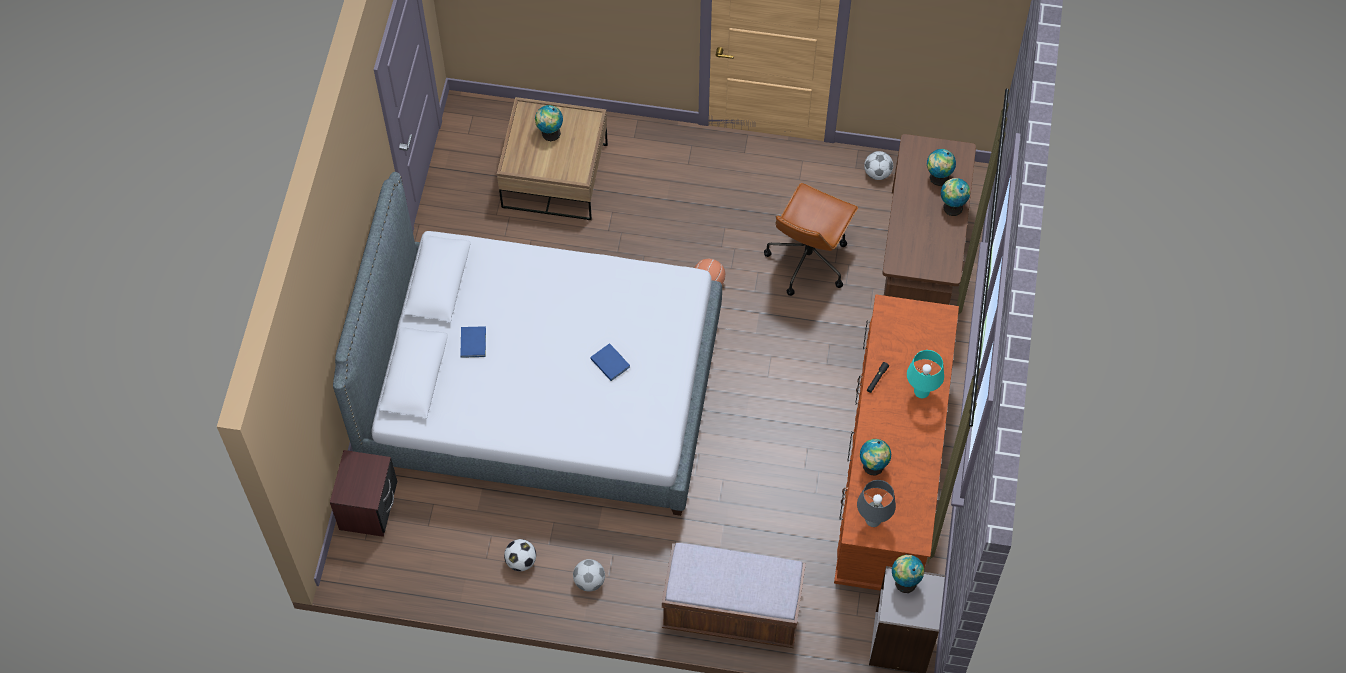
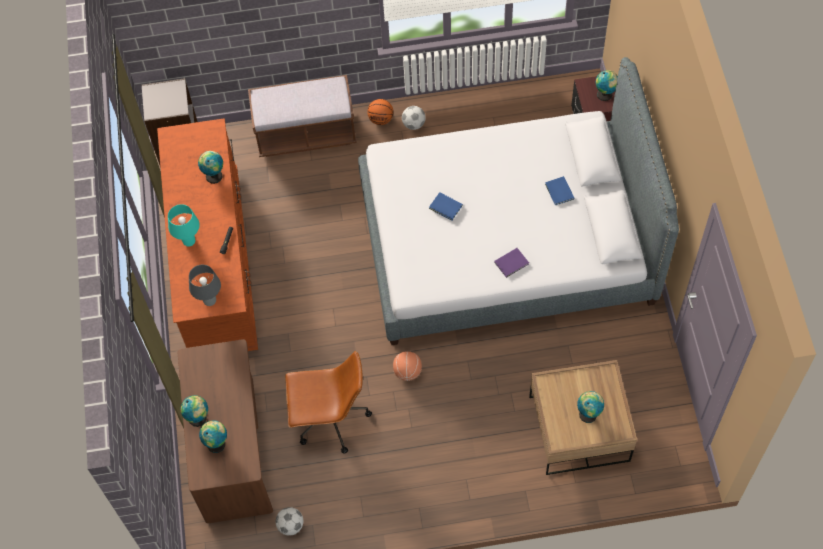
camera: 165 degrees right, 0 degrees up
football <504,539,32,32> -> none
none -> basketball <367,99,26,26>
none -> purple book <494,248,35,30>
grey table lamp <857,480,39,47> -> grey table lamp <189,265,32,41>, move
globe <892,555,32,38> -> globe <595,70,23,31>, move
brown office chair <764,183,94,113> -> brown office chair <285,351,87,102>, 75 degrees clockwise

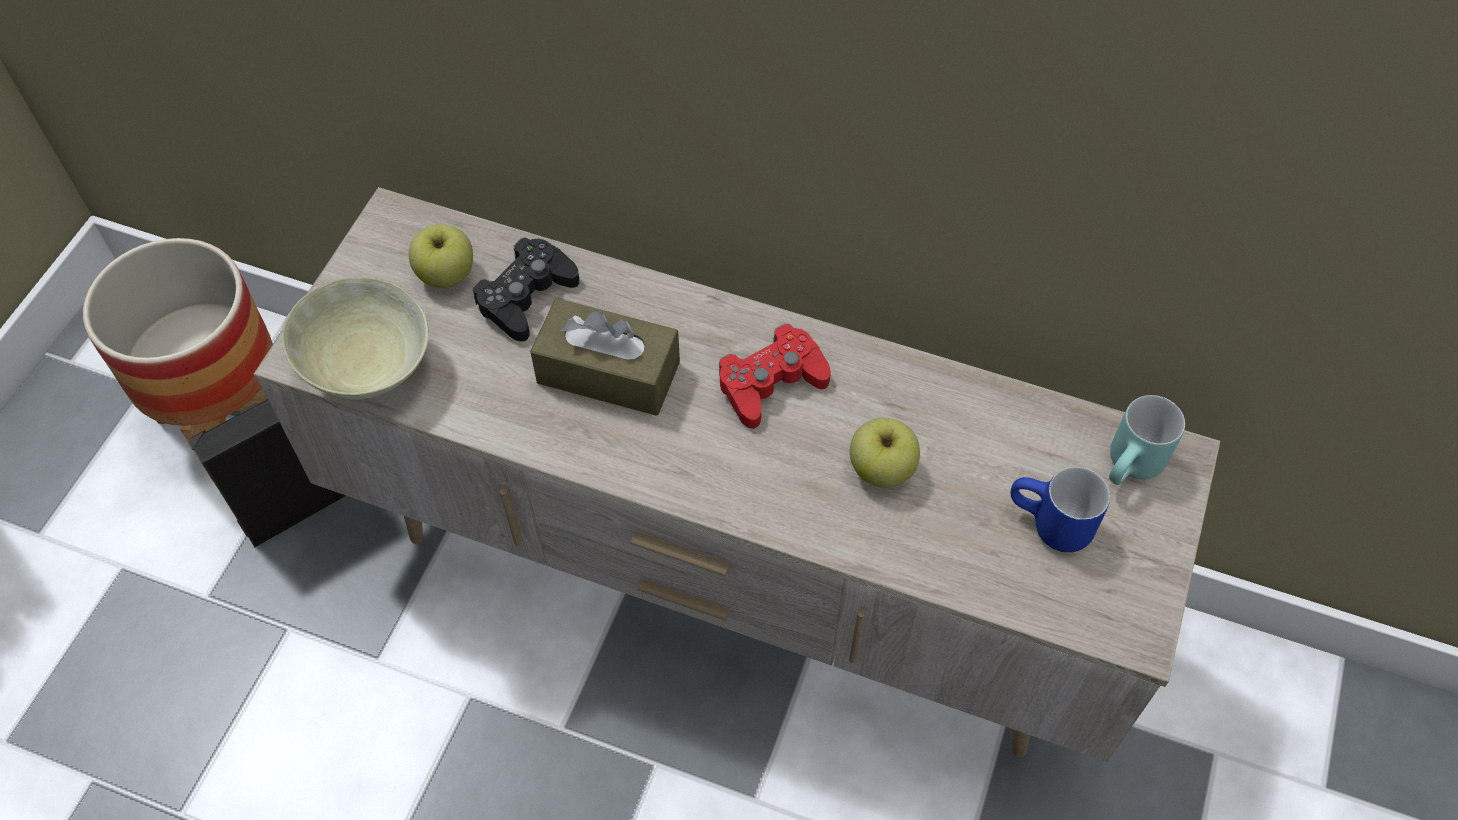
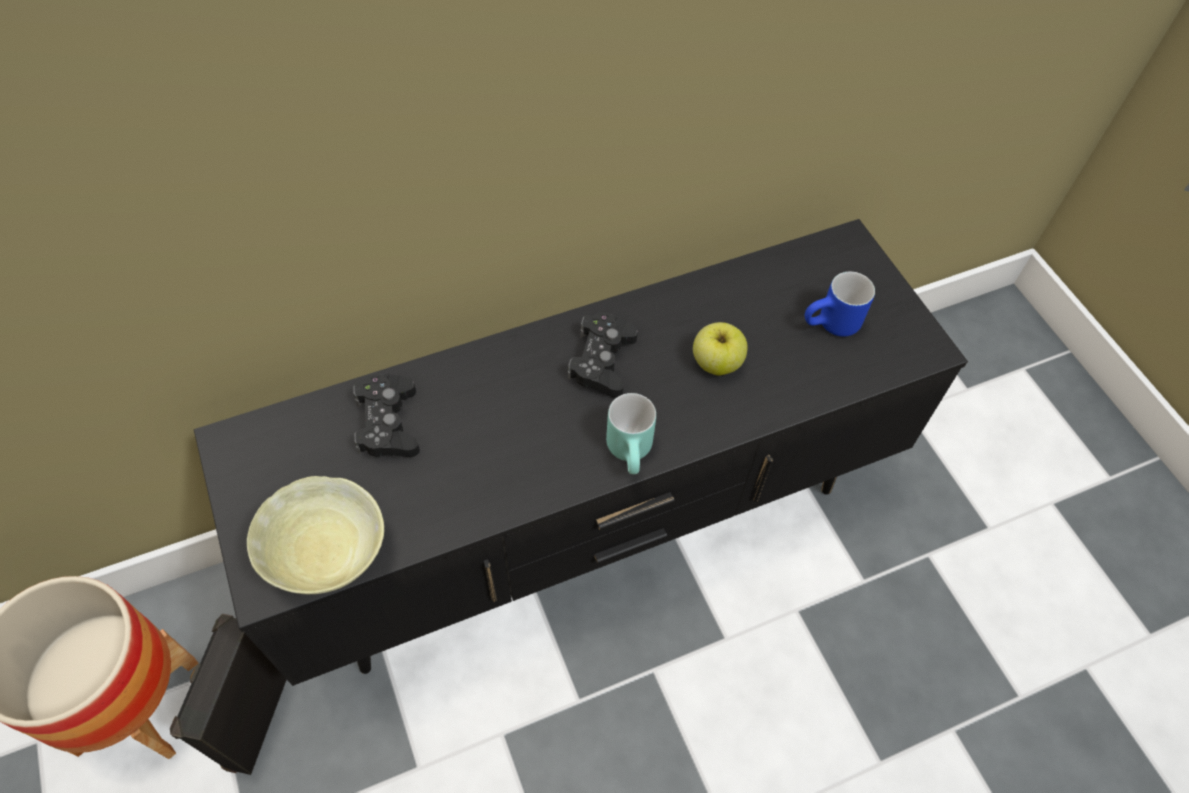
camera: 45 degrees left, 0 degrees up
apple <409,224,64,64> -> none
brown tissue box <530,298,150,118> -> none
turquoise mug <1109,395,76,90> -> turquoise mug <606,393,50,81>, move
beige tv stand <254,187,966,575> -> black tv stand <194,219,774,467>
red game controller <719,324,112,105> -> black game controller <568,312,70,86>

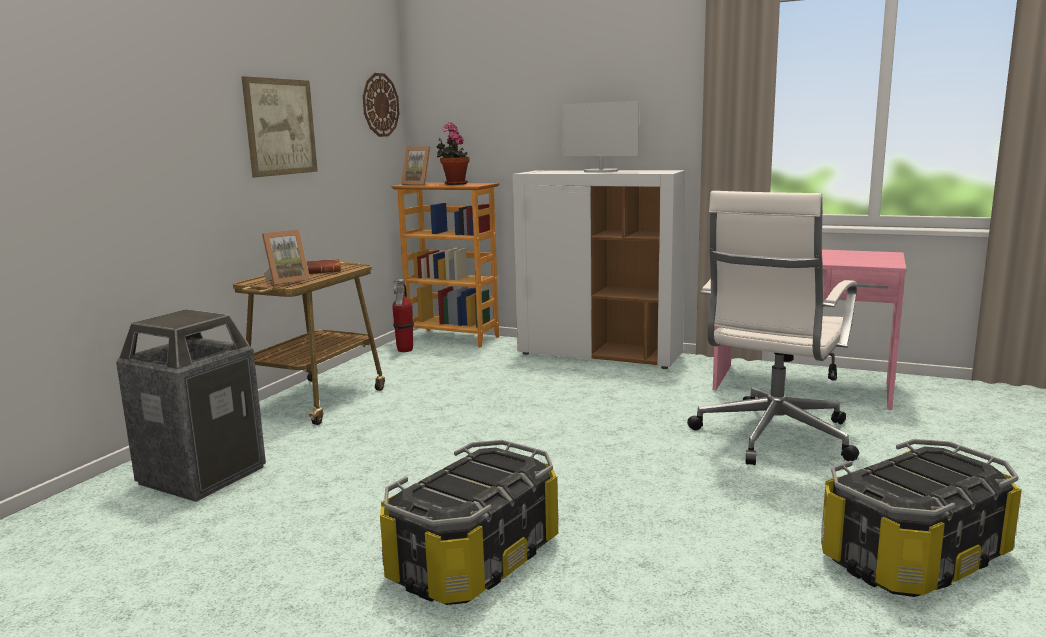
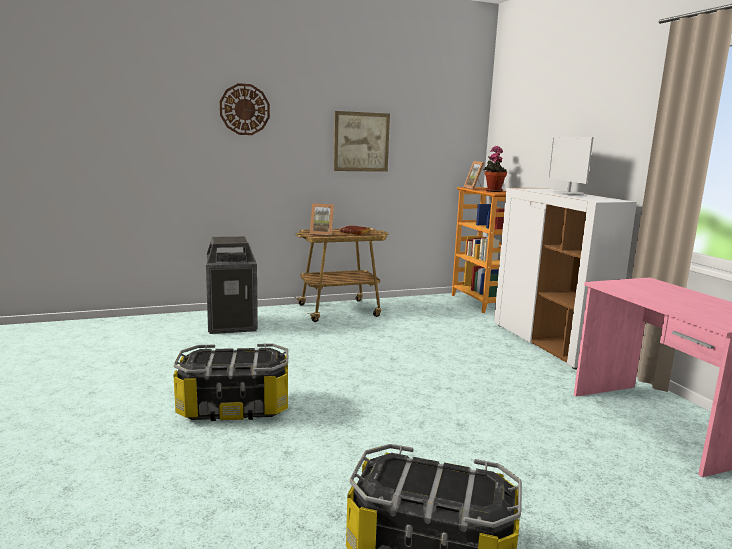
camera: 45 degrees right, 0 degrees up
fire extinguisher <392,279,22,73> -> none
white office chair <687,191,172,274> -> none
wall clock <363,73,36,64> -> wall clock <220,83,50,52>, move

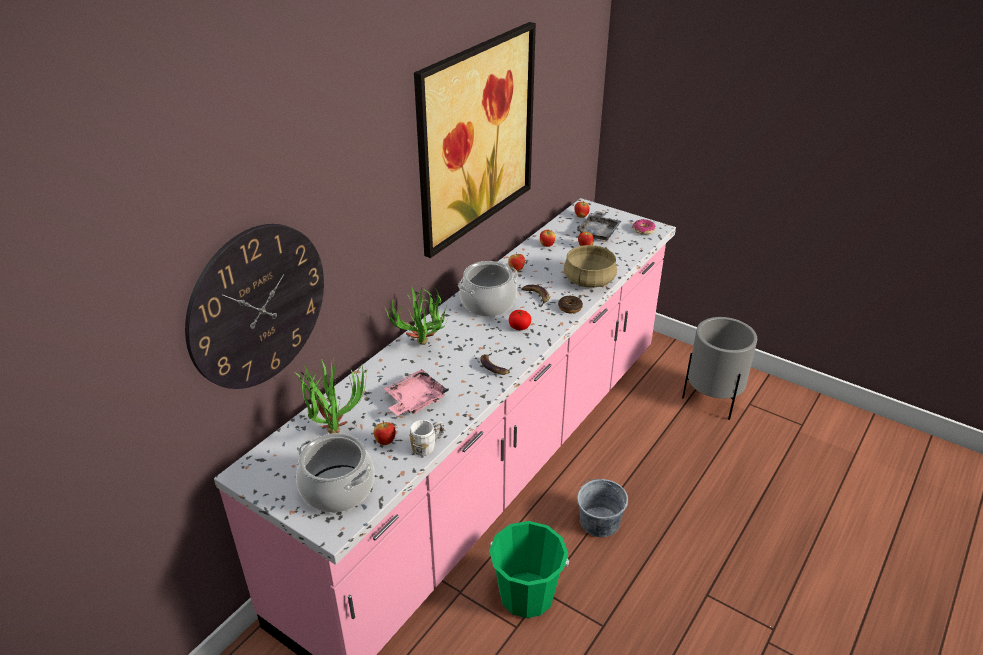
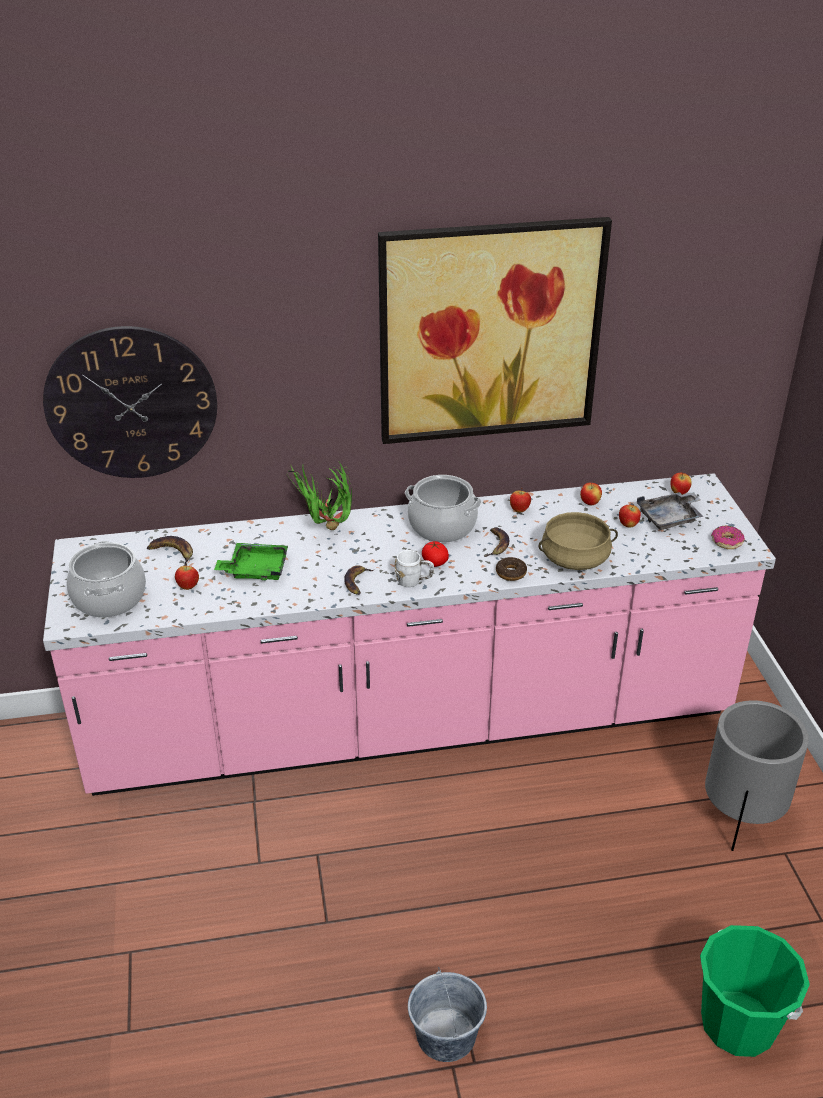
camera: 45 degrees right, 0 degrees up
white mug <410,420,34,36> -> white mug <395,550,39,37>, move
green bucket <489,521,80,97> -> green bucket <700,925,110,132>, move
grey bucket <577,479,51,58> -> grey bucket <408,967,79,95>, move
potted plant <296,358,71,76> -> banana <147,536,46,30>
pink tray <383,369,66,47> -> green tray <214,543,74,37>

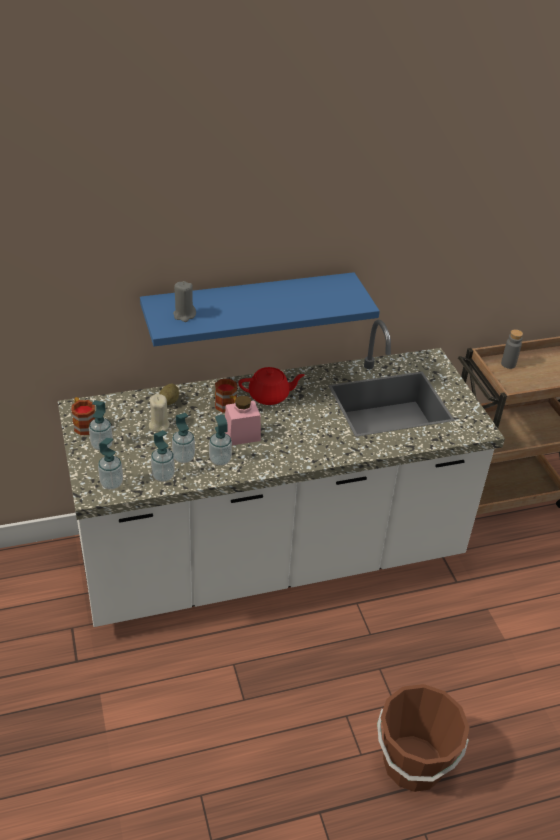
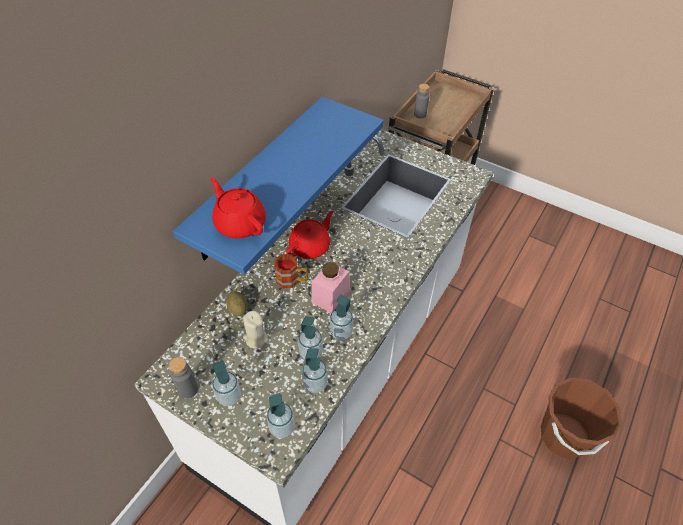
camera: 40 degrees left, 10 degrees up
mug <71,397,24,38> -> grey bottle <169,357,29,42>
grey candle <173,281,23,41> -> red teapot <210,178,56,60>

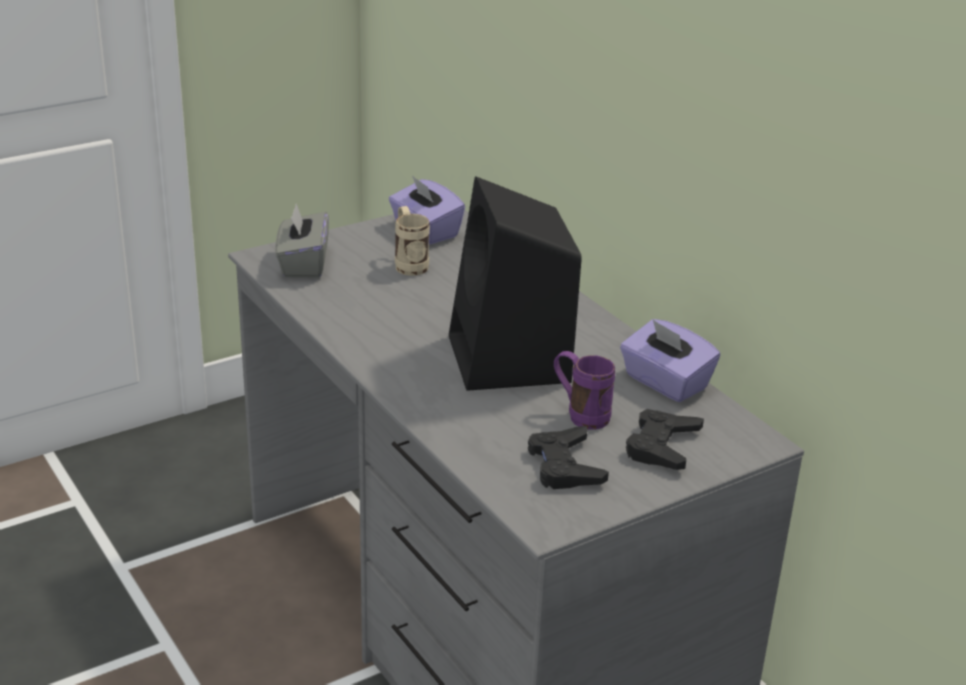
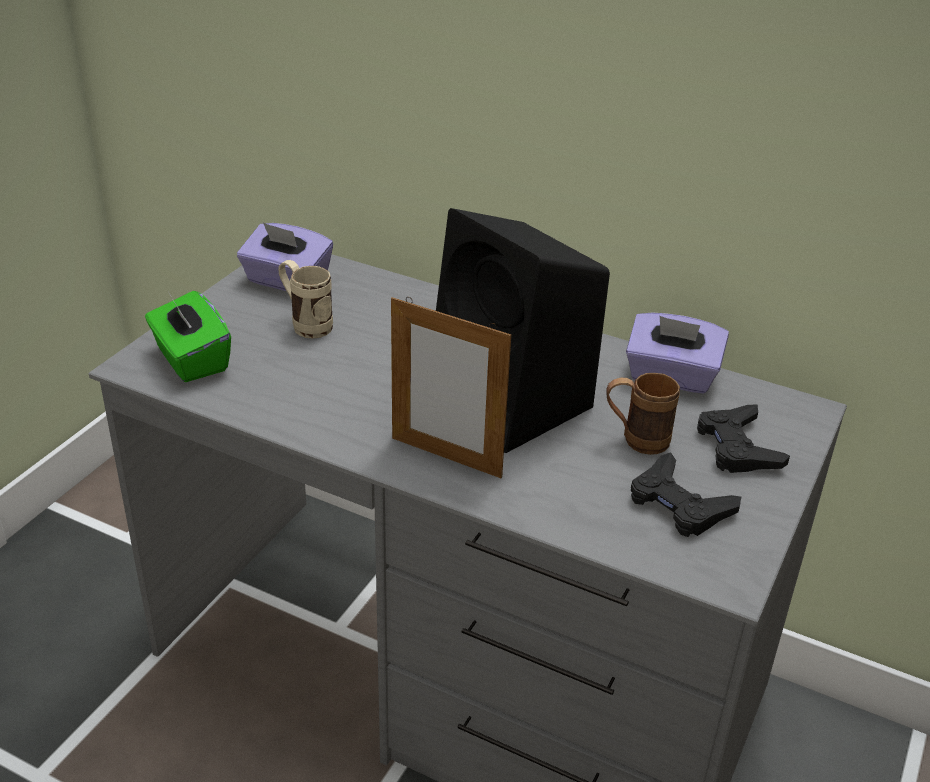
camera: 30 degrees left, 5 degrees up
none -> picture frame <391,297,120,181>
grey tissue box <275,204,54,74> -> green tissue box <145,291,86,91>
purple mug <554,351,61,79> -> brown mug <606,373,74,82>

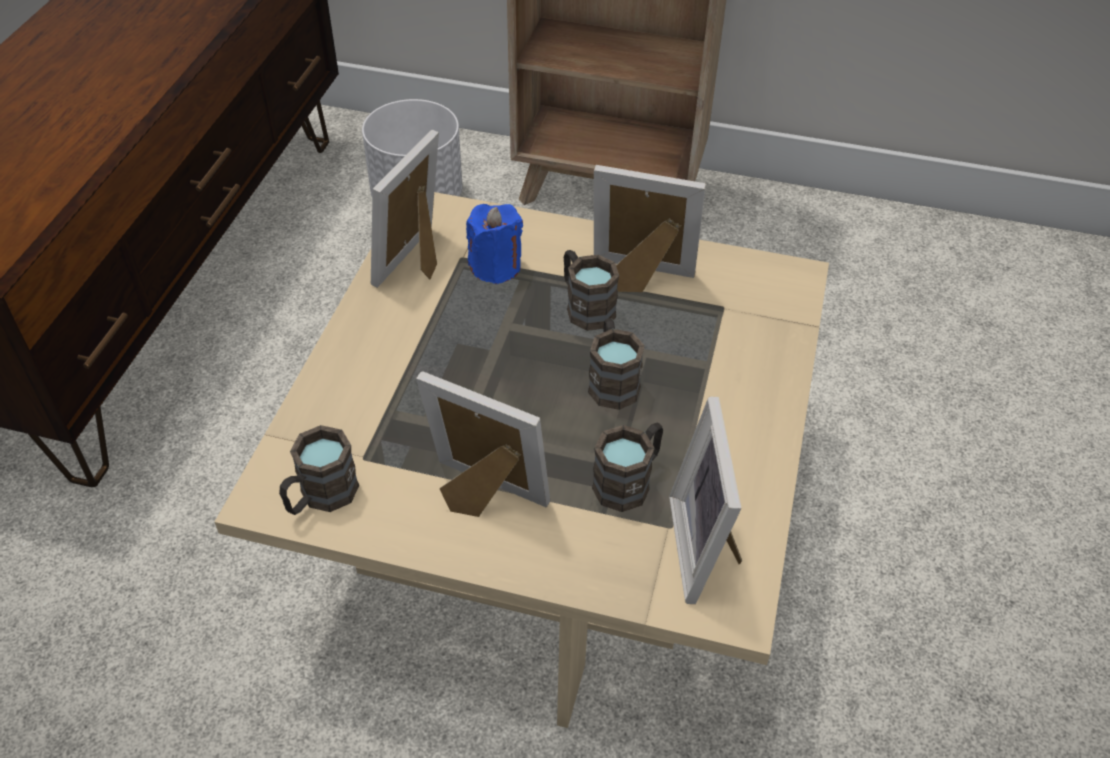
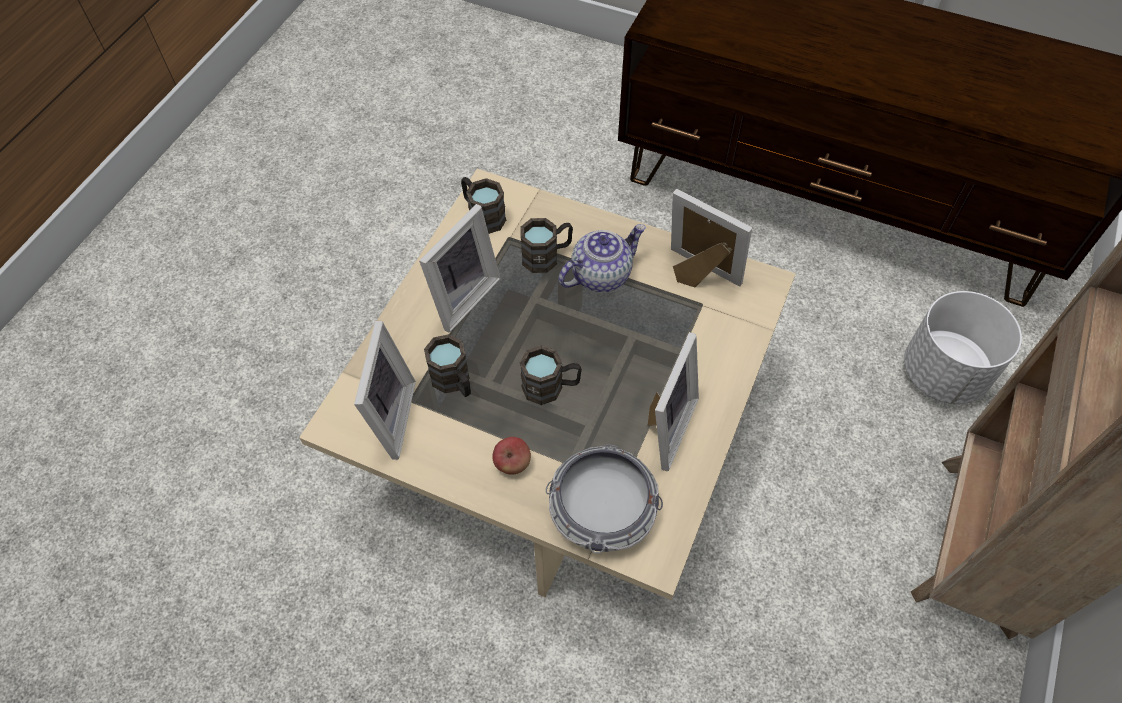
camera: 100 degrees right, 10 degrees up
blue candle <466,204,57,80> -> none
none -> apple <492,437,39,38>
none -> bowl <546,444,117,109>
none -> teapot <558,224,88,68>
brown mug <564,250,55,81> -> brown mug <521,218,52,55>, move
picture frame <669,397,73,207> -> picture frame <354,321,62,139>, 90 degrees clockwise

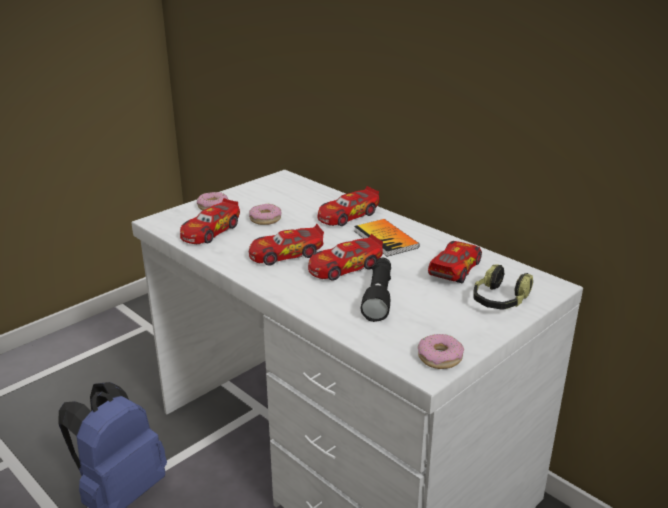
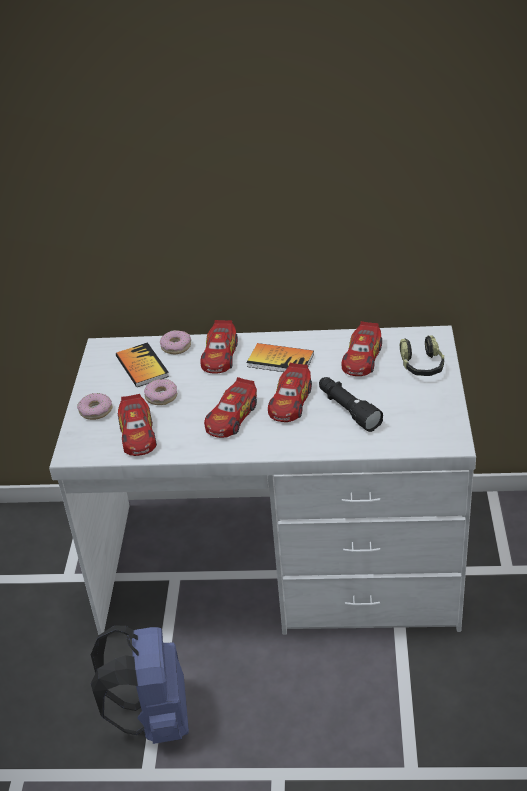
camera: 40 degrees left, 10 degrees up
none -> book <116,342,53,45>
donut <418,334,46,35> -> donut <160,330,31,24>, move
toy car <428,241,54,42> -> toy car <342,321,40,55>, 150 degrees counterclockwise

